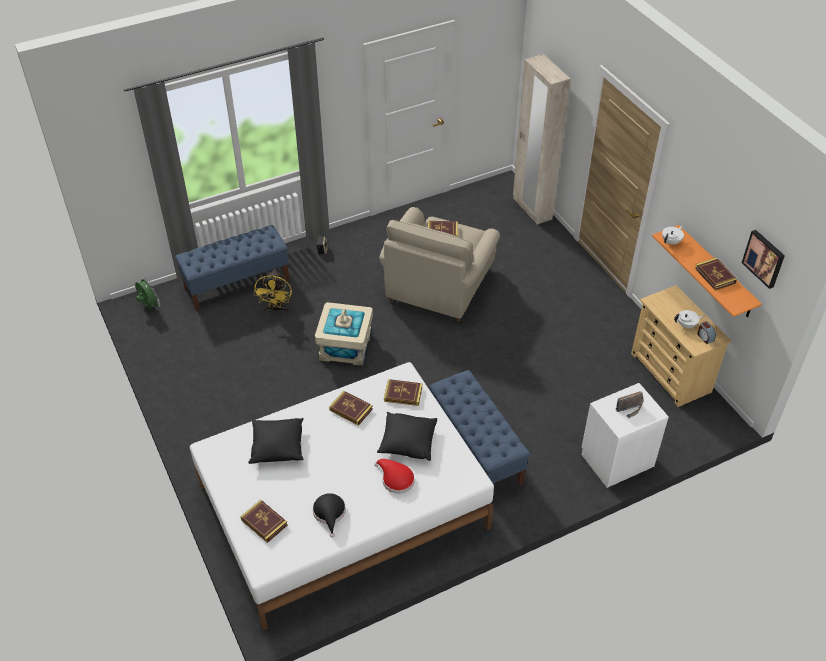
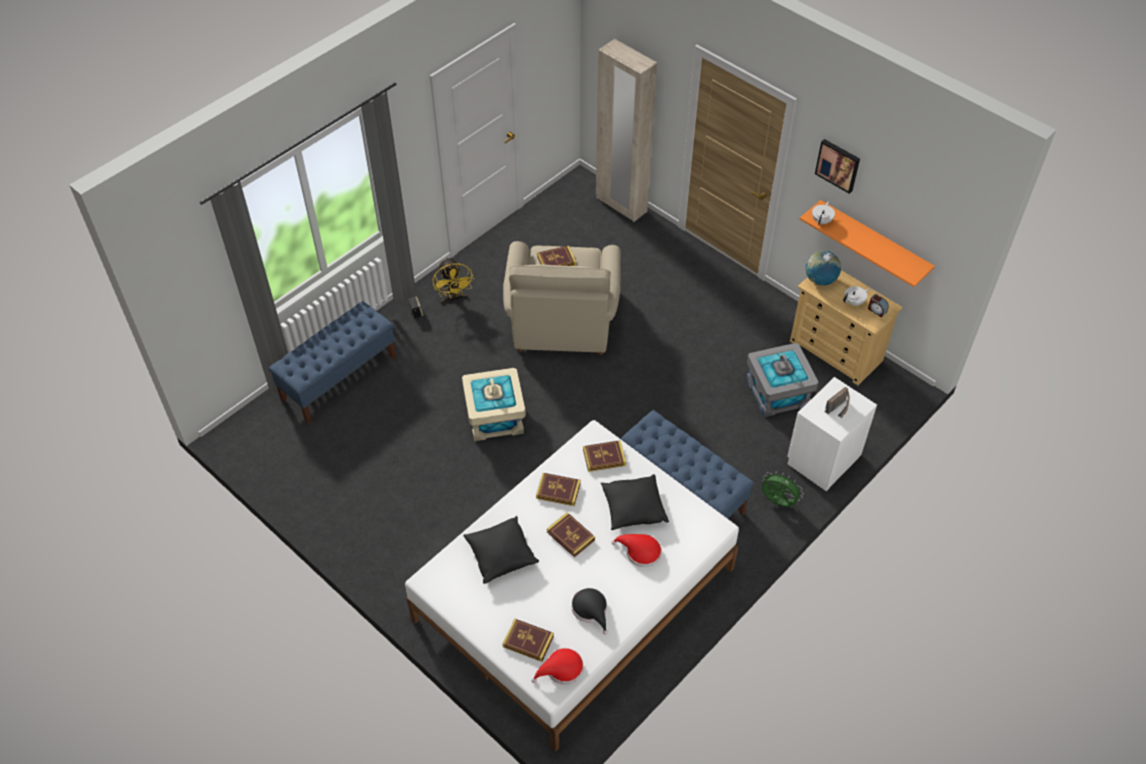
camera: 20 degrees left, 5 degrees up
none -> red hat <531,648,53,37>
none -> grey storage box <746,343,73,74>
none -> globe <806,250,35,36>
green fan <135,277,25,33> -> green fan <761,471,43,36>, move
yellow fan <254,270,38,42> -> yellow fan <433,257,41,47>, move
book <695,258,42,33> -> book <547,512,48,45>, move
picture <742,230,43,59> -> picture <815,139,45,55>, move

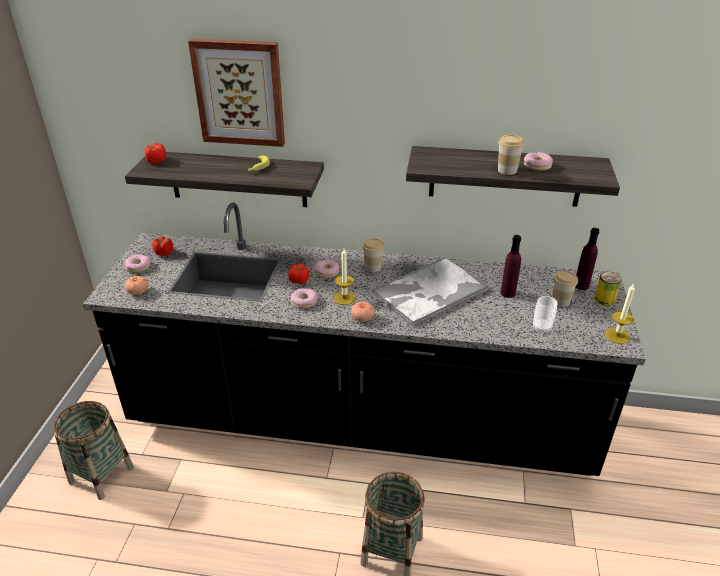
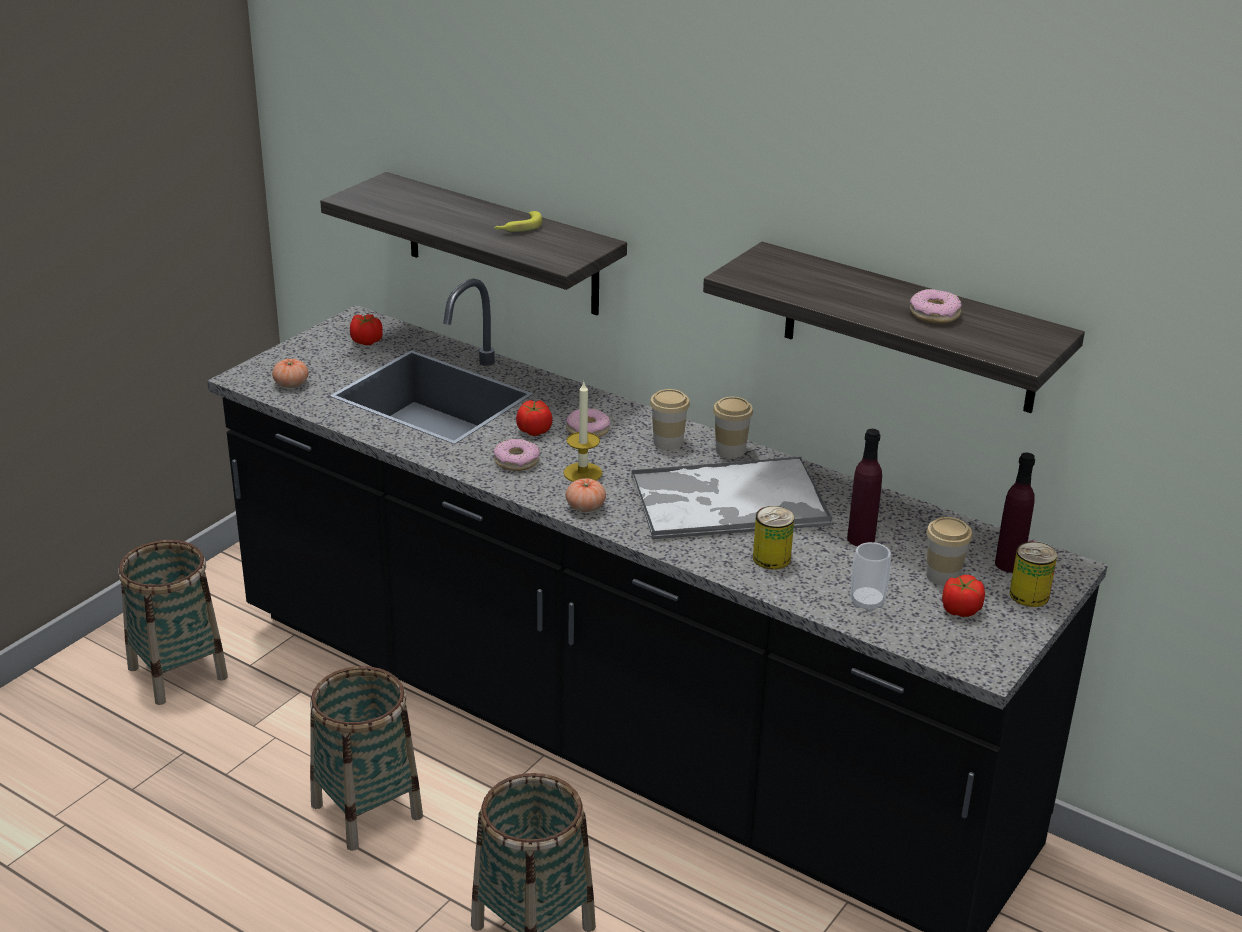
camera: 25 degrees right, 5 degrees down
donut <125,254,26,19> -> none
picture <188,39,97,108> -> none
candle <605,283,30,61> -> none
none -> basket <310,666,113,185>
none -> can <753,506,41,64>
tomato <145,143,21,21> -> tomato <942,575,43,42>, move
cup <498,135,27,40> -> cup <713,396,40,62>, move

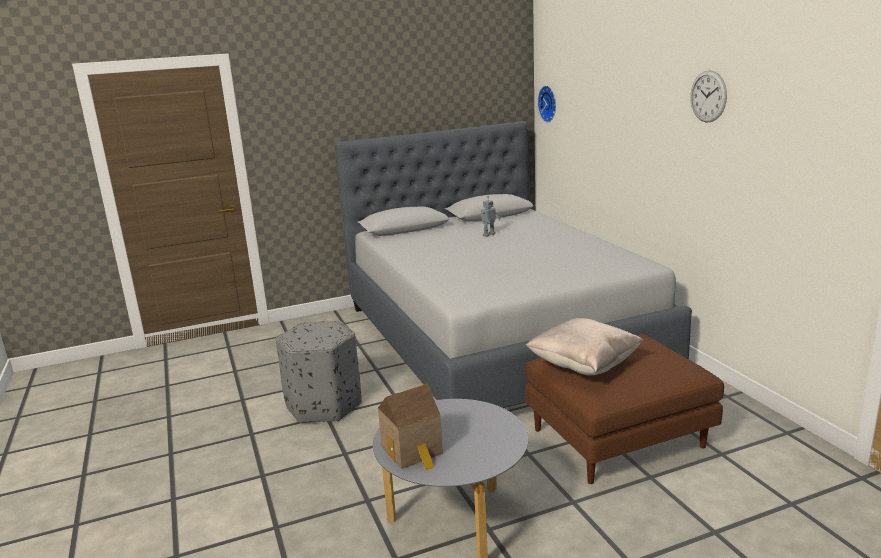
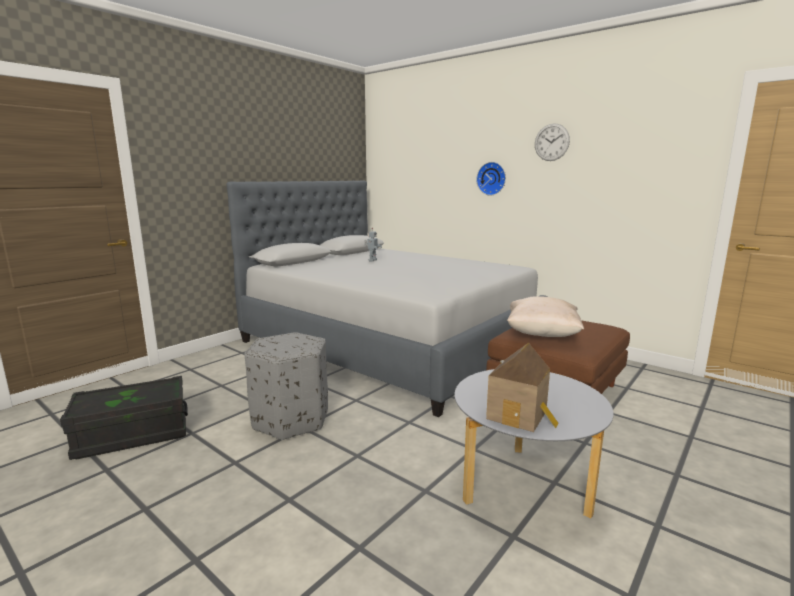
camera: 30 degrees left, 5 degrees down
none -> black storage box <60,376,128,84>
wall clock <538,86,18,37> -> wall clock <476,162,30,34>, move

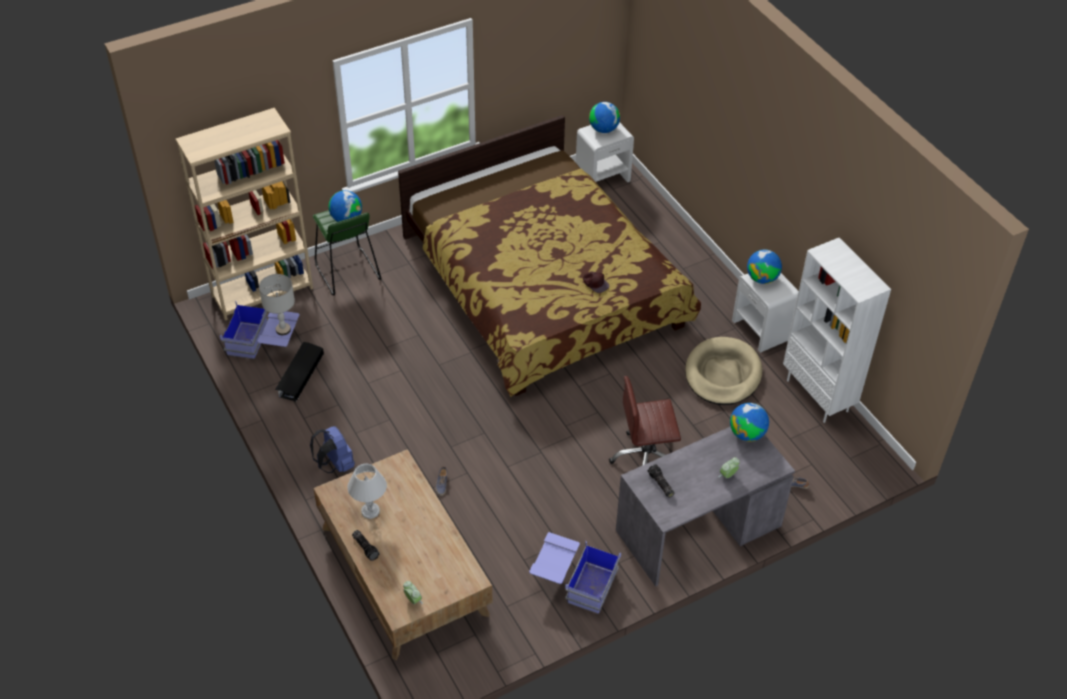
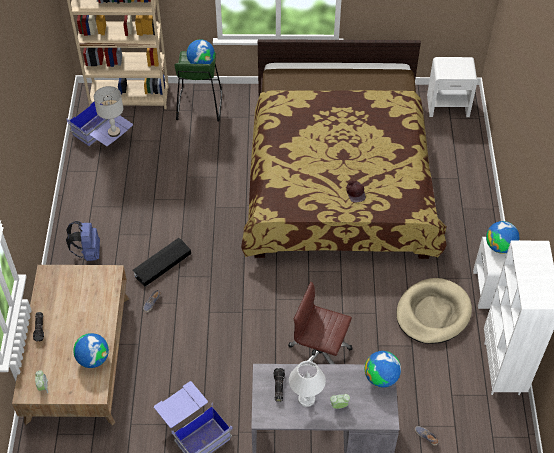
camera: 30 degrees right, 5 degrees up
black storage box <275,342,49,60> -> black storage box <132,238,59,49>, move
white table lamp <347,463,40,56> -> white table lamp <289,361,37,46>, move
globe <589,102,31,31> -> globe <73,333,36,35>, move

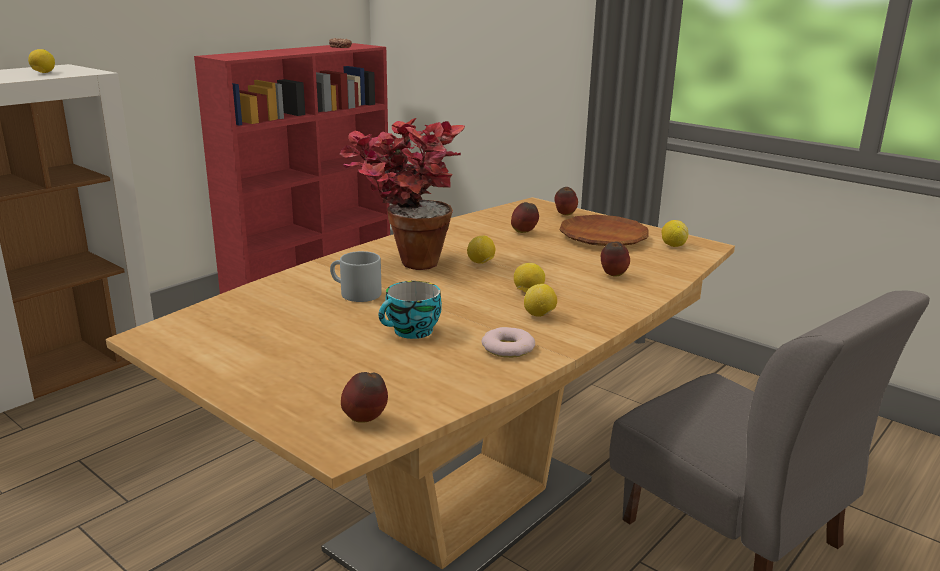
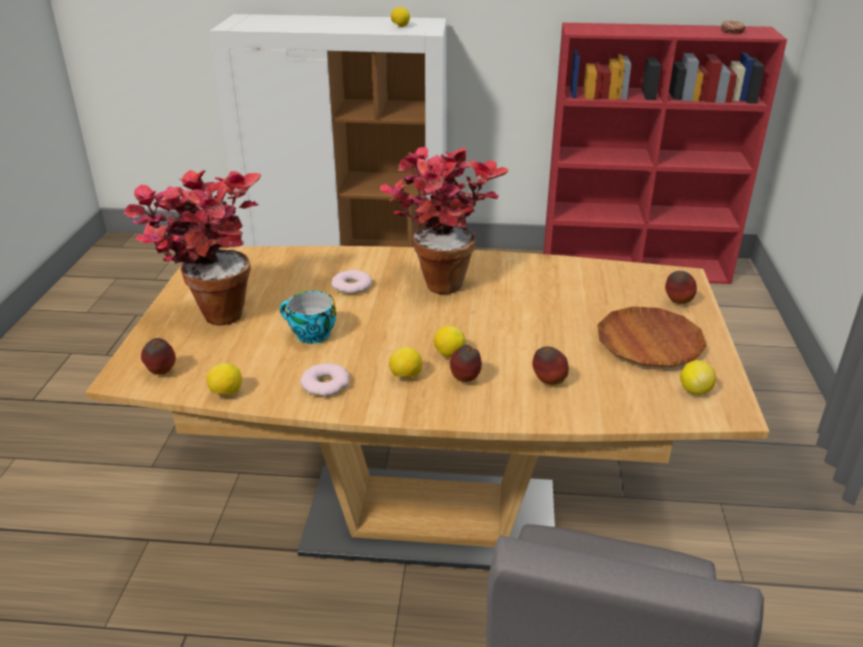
camera: 55 degrees right, 10 degrees up
none -> potted plant <124,170,137,155>
lemon <467,235,29,29> -> lemon <207,363,35,32>, move
apple <511,202,28,31> -> apple <450,345,32,37>, move
grey mug <330,251,52,51> -> donut <331,270,41,24>

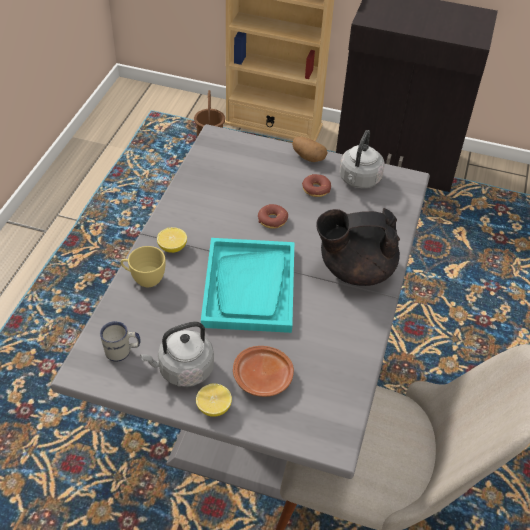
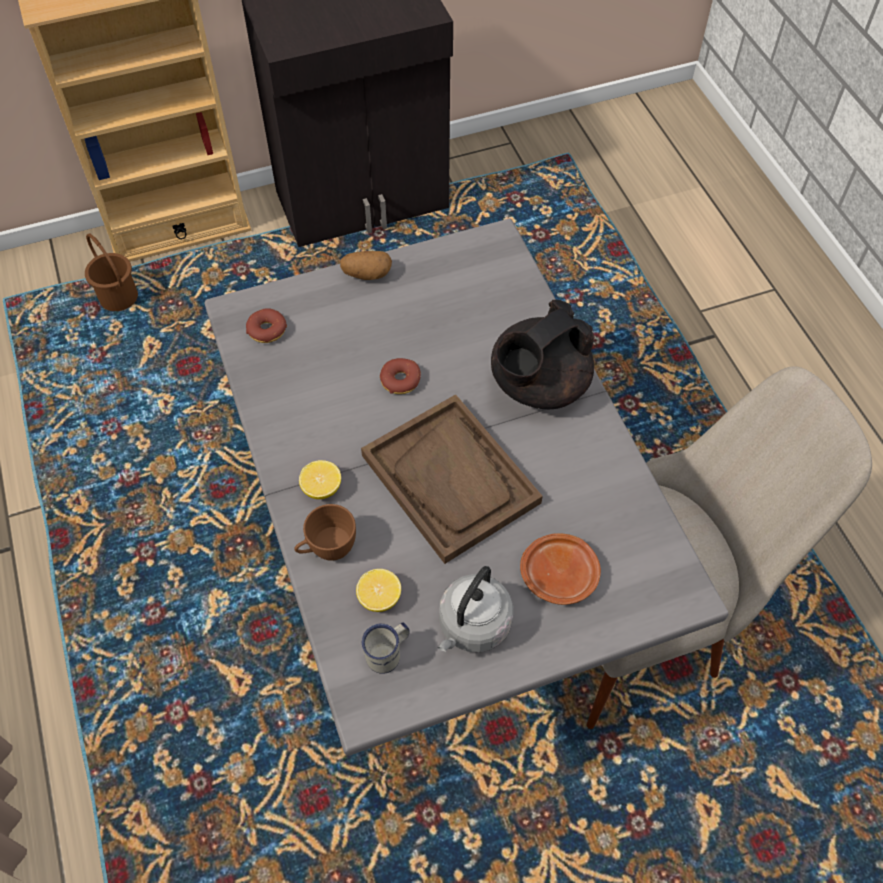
camera: 35 degrees left, 10 degrees up
grey kettle <339,130,46,58> -> none
lemon <196,383,36,34> -> lemon <356,569,45,43>, move
donut <302,174,29,23> -> donut <246,308,41,35>, move
yellow cup <120,246,45,41> -> brown cup <295,504,61,57>
turquoise tray <201,238,93,95> -> brown tray <361,394,182,170>

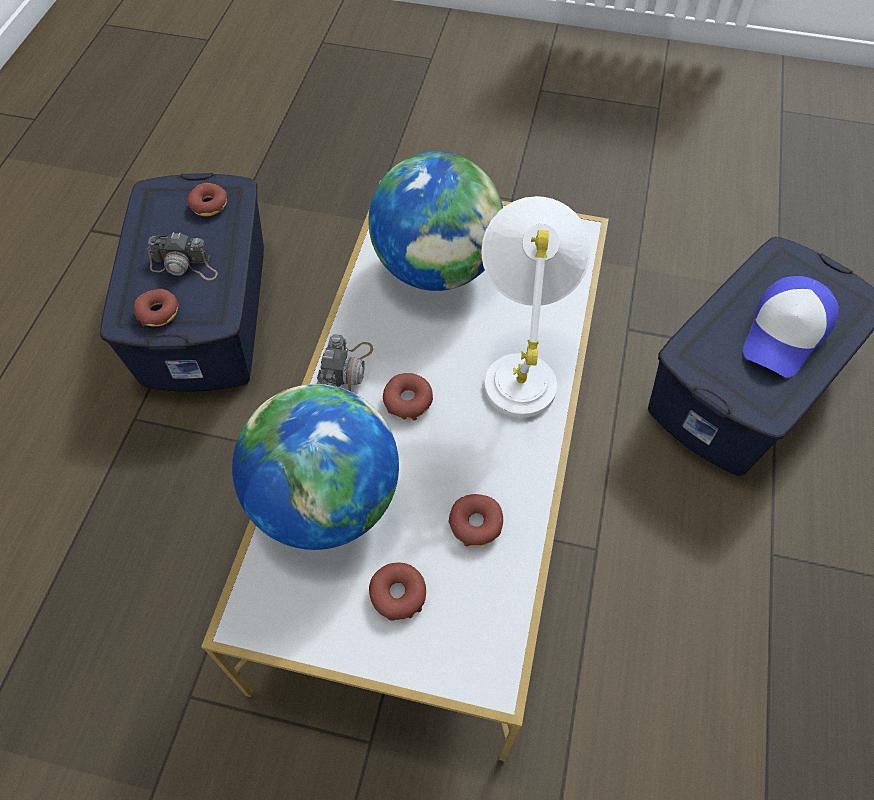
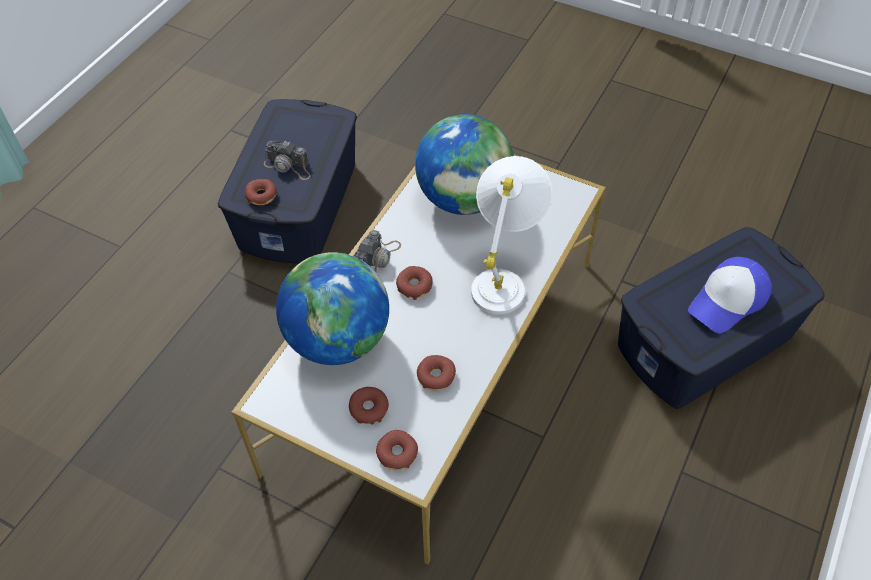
camera: 15 degrees right, 5 degrees down
donut <187,183,40,33> -> donut <376,430,42,40>, move

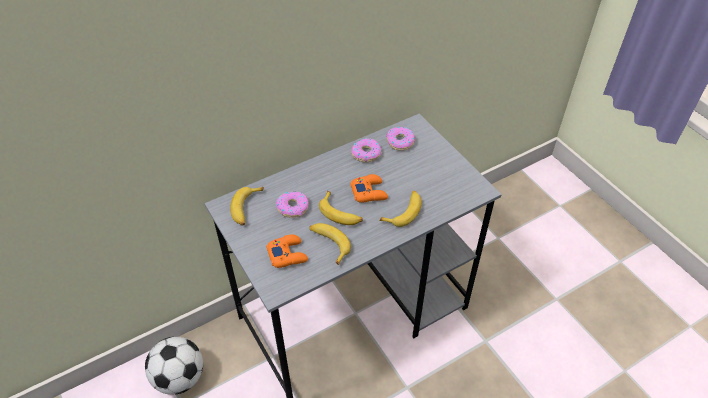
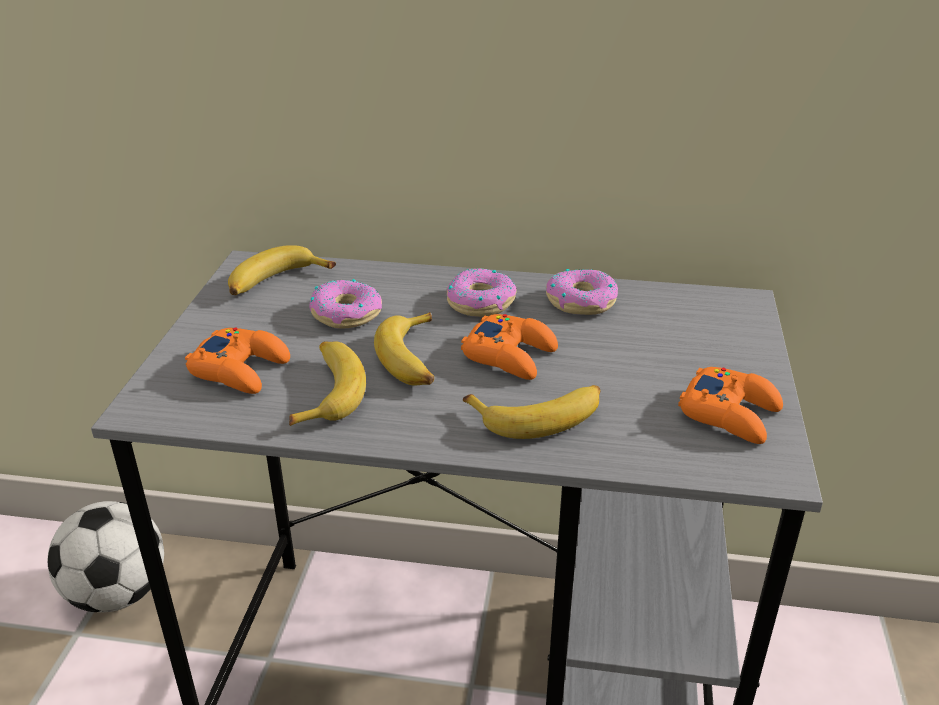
camera: 40 degrees right, 15 degrees down
none -> orange game controller <678,367,105,77>
donut <386,127,29,24> -> donut <447,268,70,49>, move

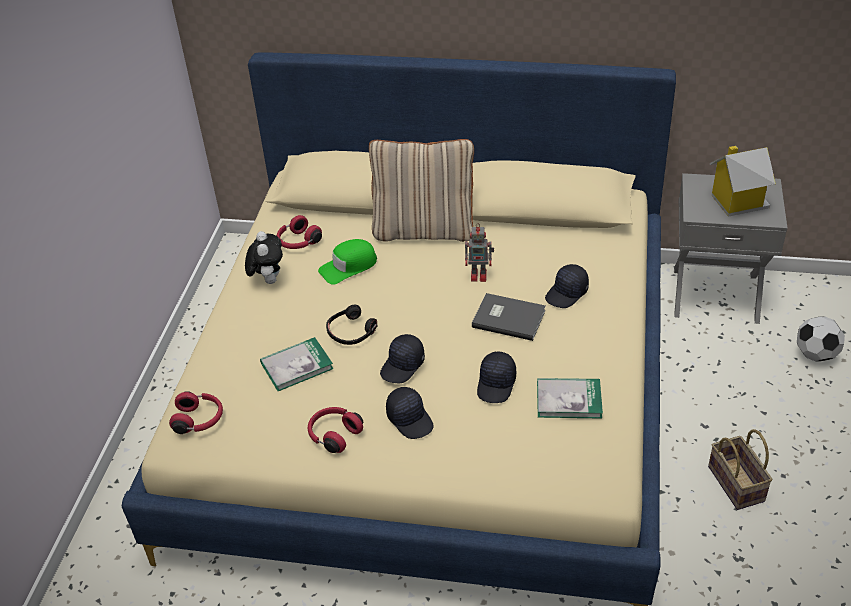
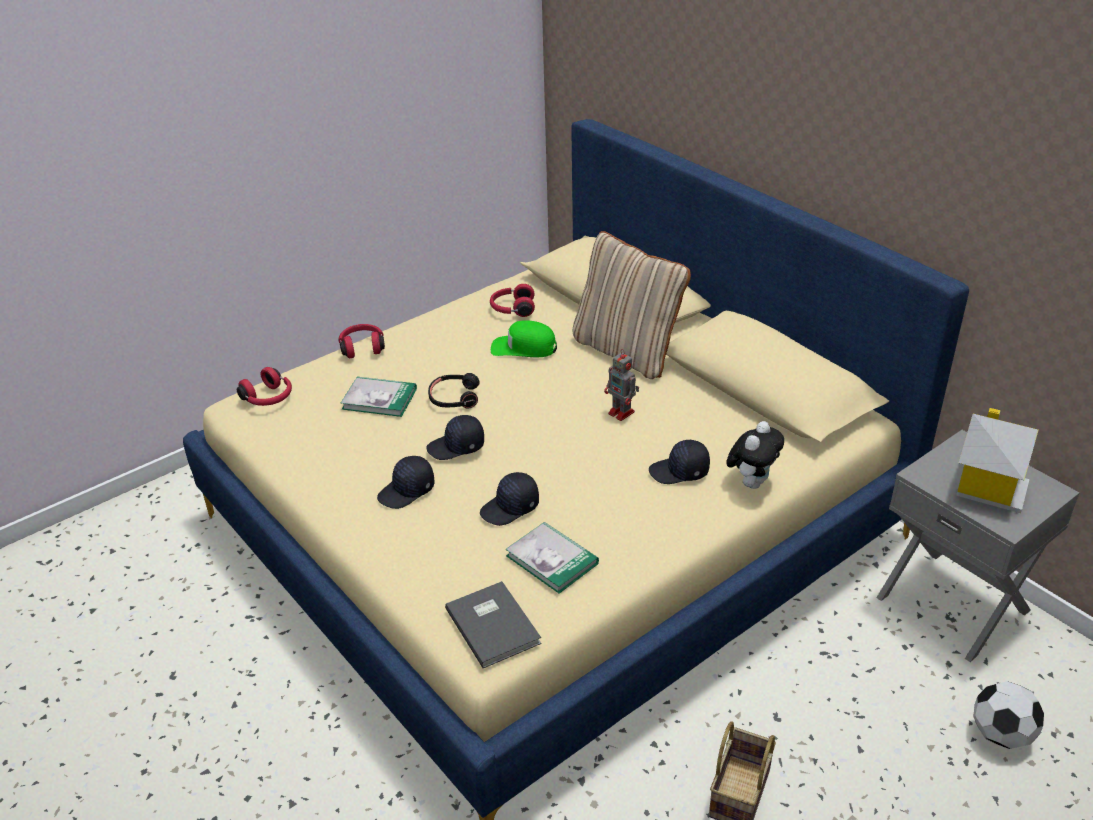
camera: 40 degrees right, 5 degrees down
plush toy <245,231,38,53> -> plush toy <726,421,58,68>, move
red headphones <308,407,55,46> -> red headphones <338,324,47,34>, move
grey book <472,293,74,48> -> grey book <445,581,96,87>, move
black cap <386,387,48,52> -> black cap <377,456,58,53>, 45 degrees clockwise

